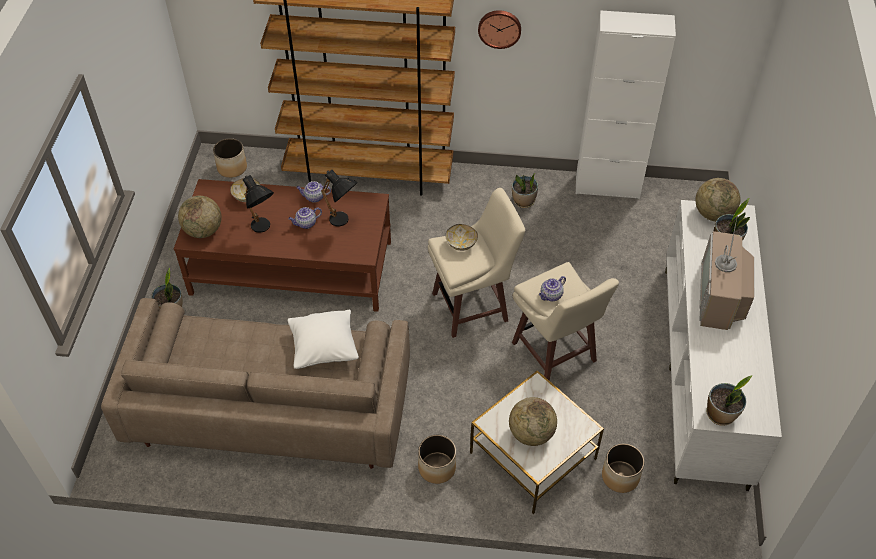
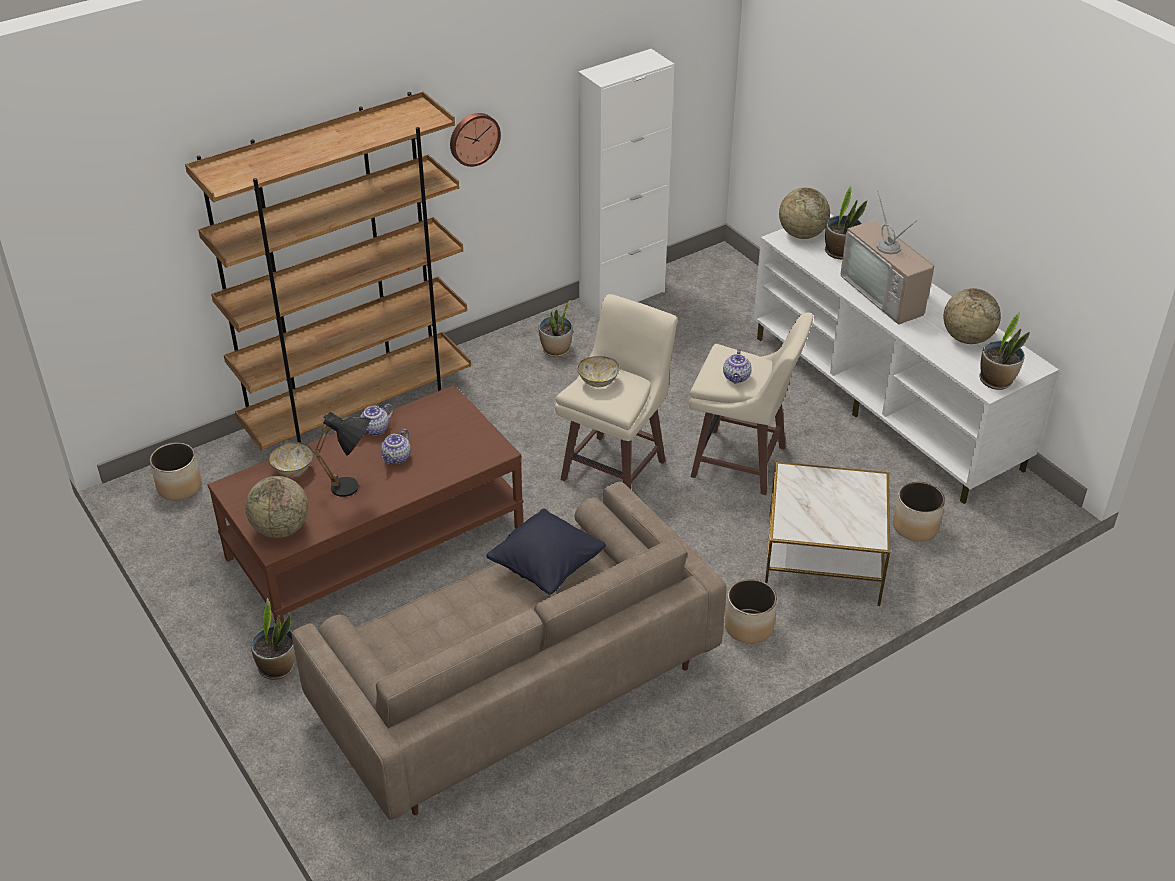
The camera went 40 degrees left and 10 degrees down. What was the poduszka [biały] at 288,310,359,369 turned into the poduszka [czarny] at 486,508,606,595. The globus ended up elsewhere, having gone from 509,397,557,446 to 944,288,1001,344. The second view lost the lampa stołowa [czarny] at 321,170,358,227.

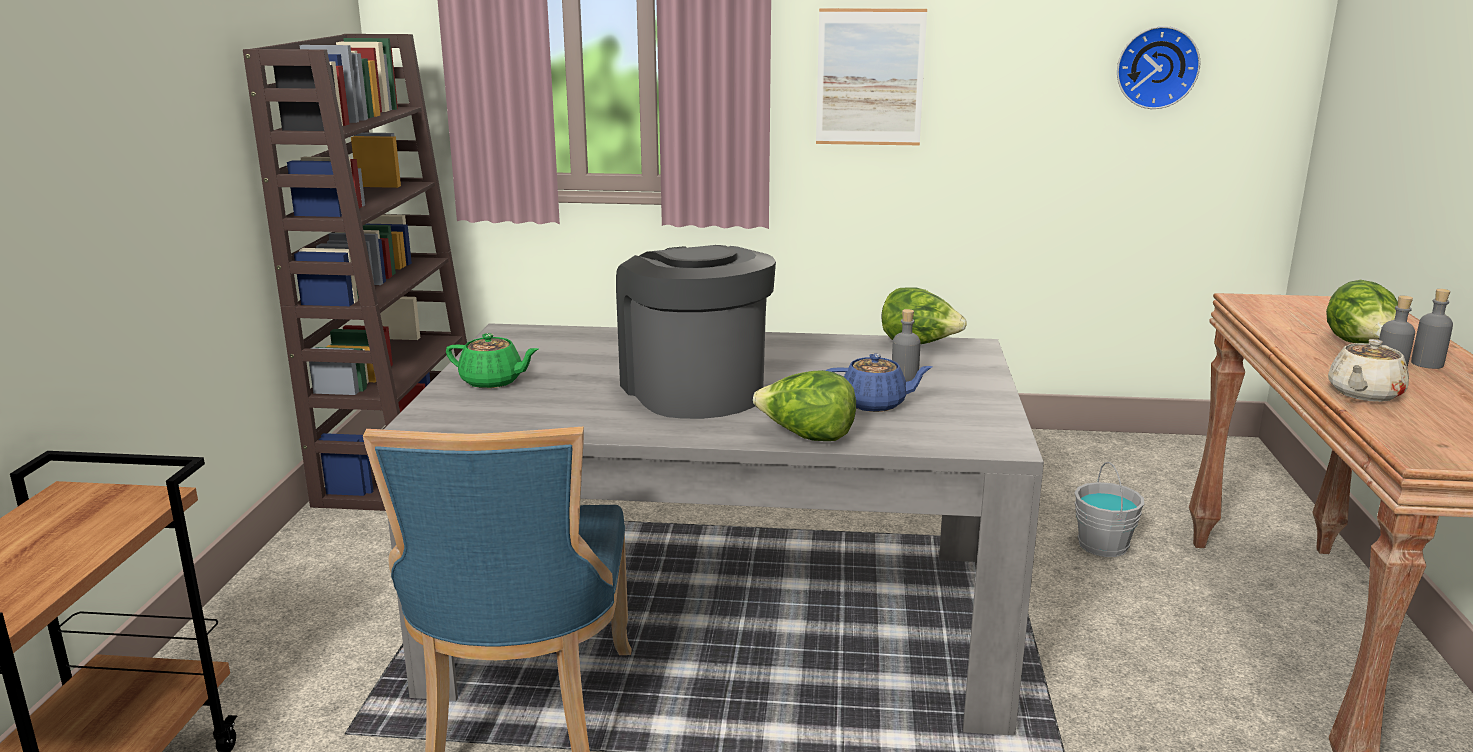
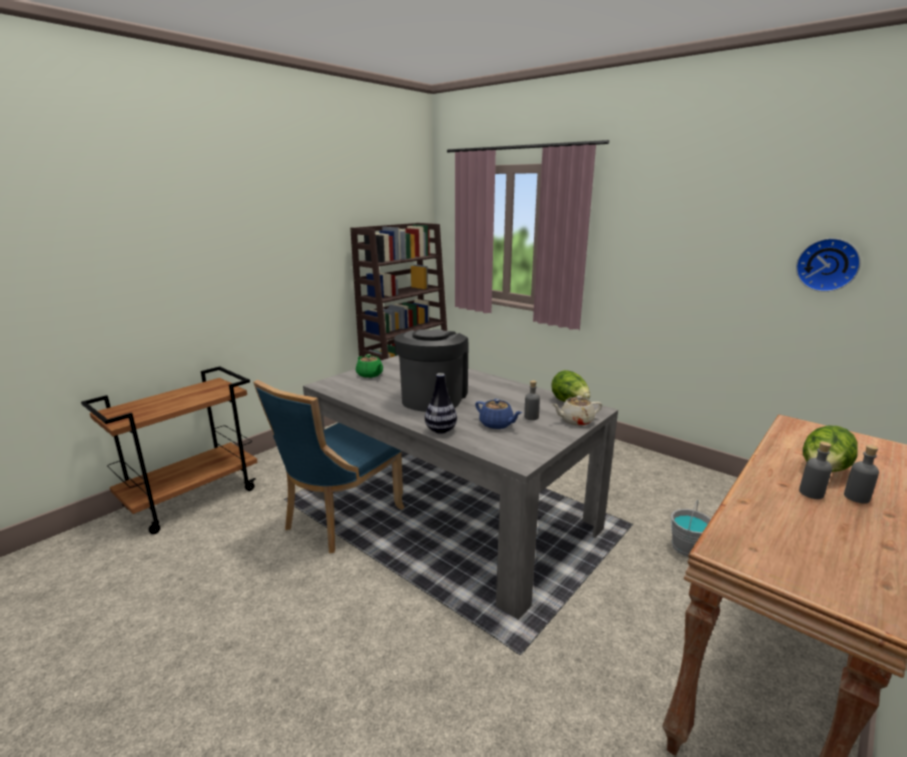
The camera went 35 degrees right and 0 degrees up. Where the sałata stood at 753,370,856,441, the wazon came to stand at 425,373,457,434. The imbryk [beżowy] ended up elsewhere, having gone from 1328,339,1409,402 to 552,396,602,426. The second view lost the obraz at 816,8,927,145.

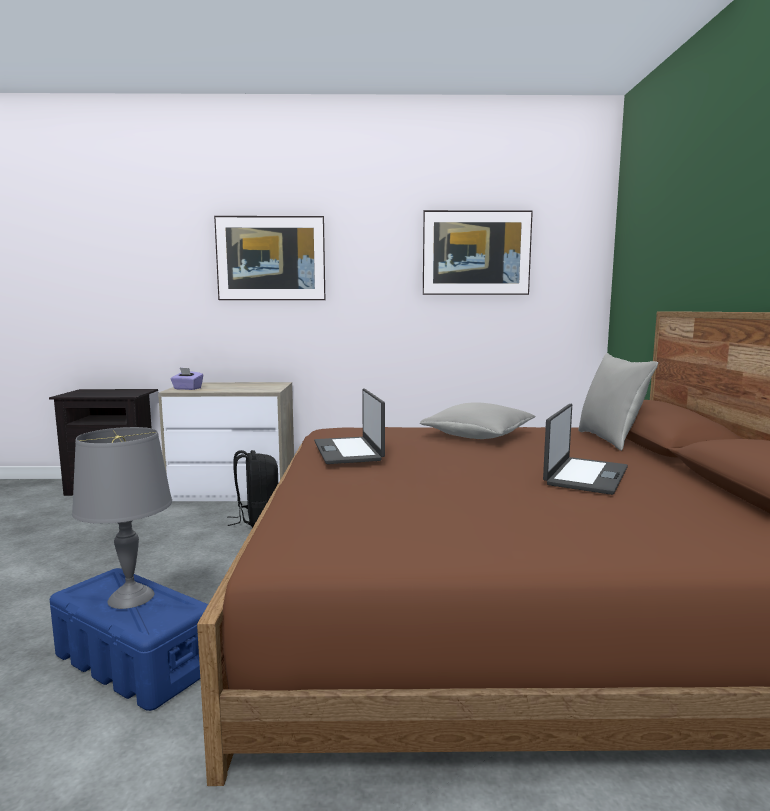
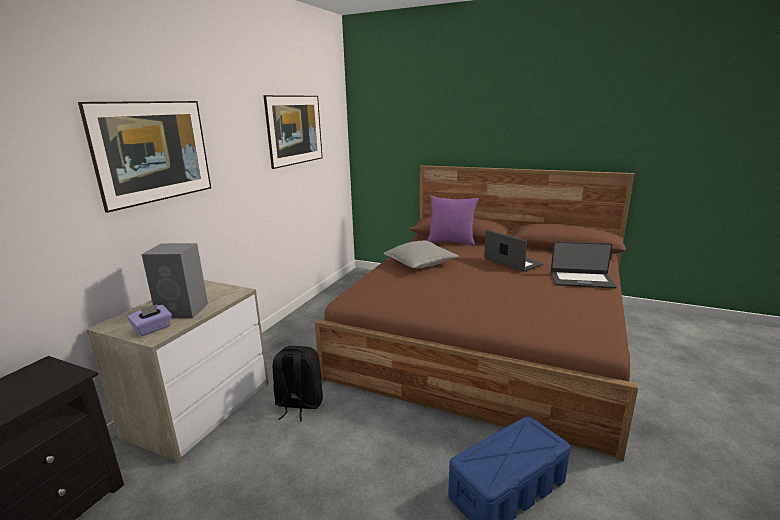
The camera went 65 degrees left and 10 degrees up. The second view gained the głośnik [szary] at 141,243,208,318. What was the poduszka [szary] at 578,353,658,451 turned into the poduszka [fioletowy] at 427,196,479,246. The laptop ended up elsewhere, having gone from 314,389,385,464 to 551,241,617,289. The second view lost the lampa stołowa [szary] at 72,427,172,609.

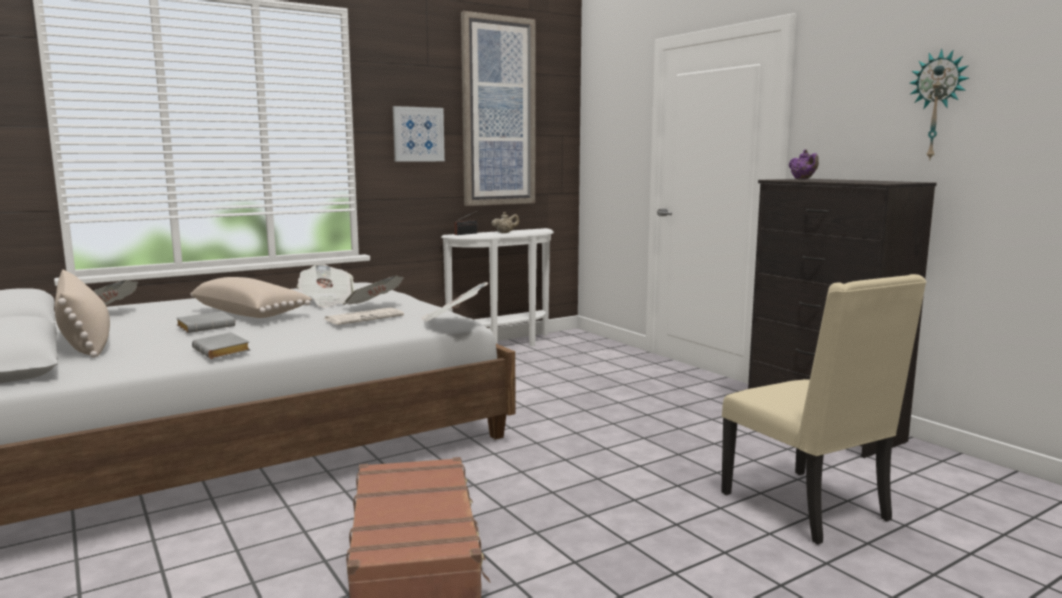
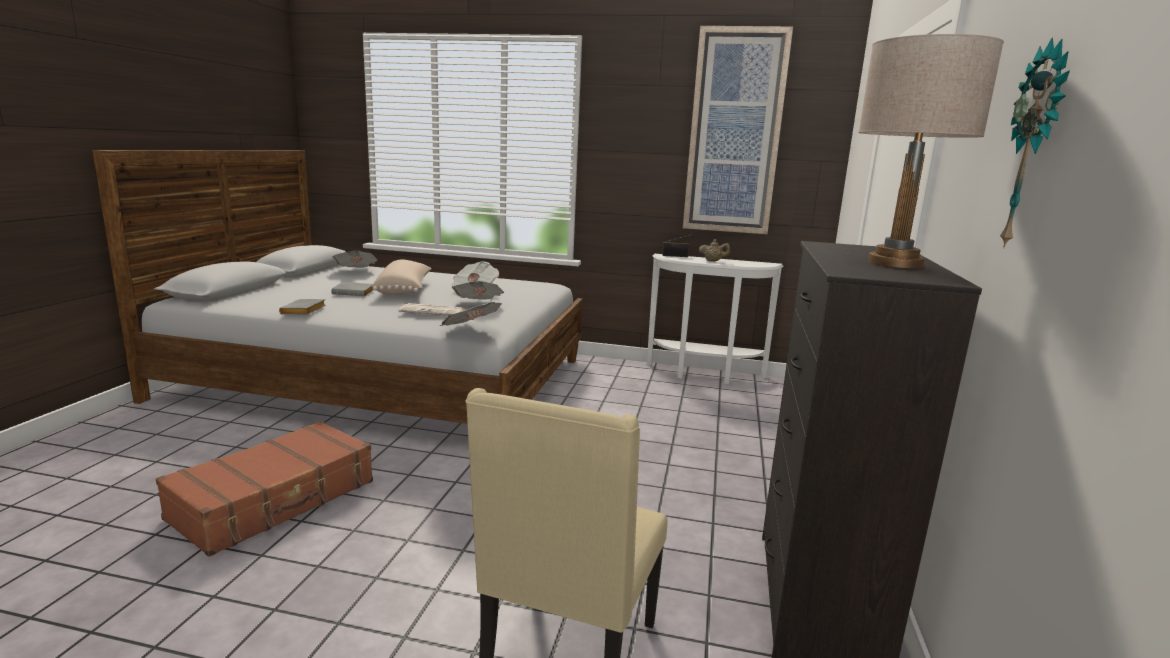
The camera went 45 degrees right and 5 degrees up. The second view gained the lampa stołowa [beżowy] at 858,34,1004,268. The second view lost the poduszka [beżowy] at 55,269,110,358. The second view lost the obraz at 393,106,445,162. The second view lost the imbryk [fioletowy] at 789,149,819,179.

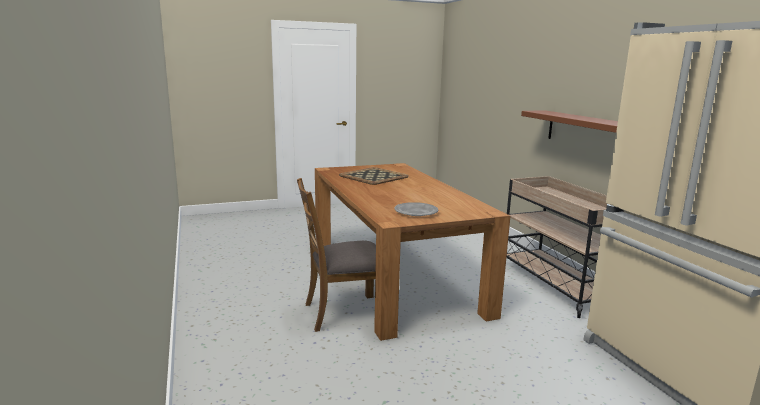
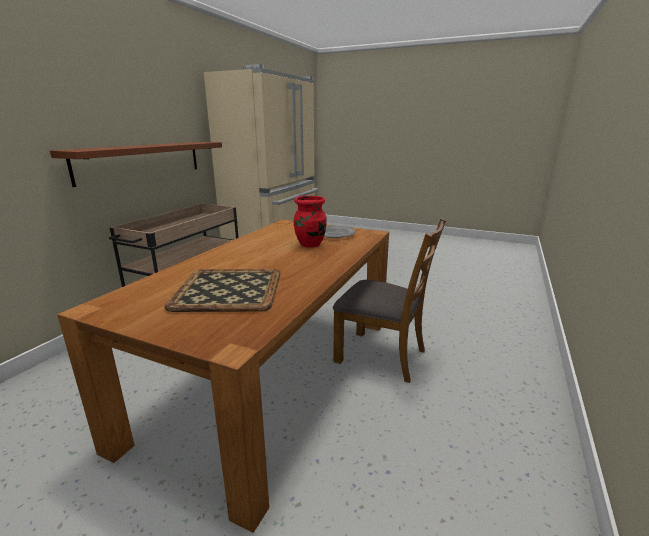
The camera went 135 degrees left and 5 degrees up. The second view gained the wazon [czerwony] at 294,196,327,248.

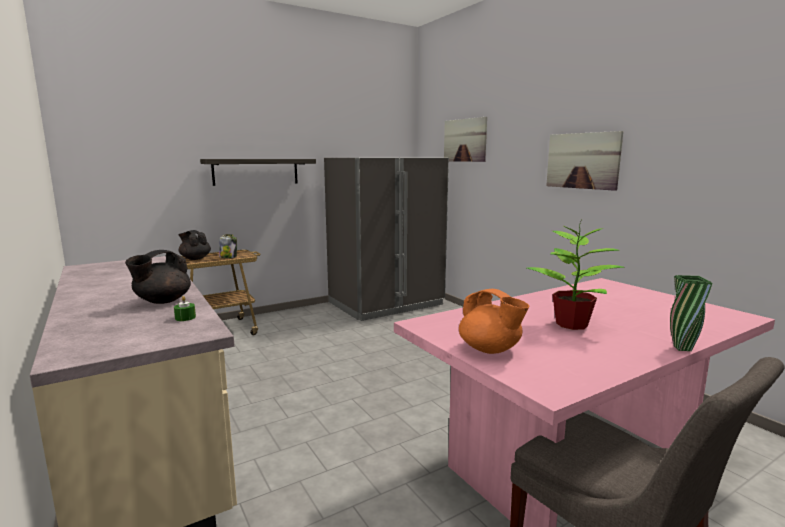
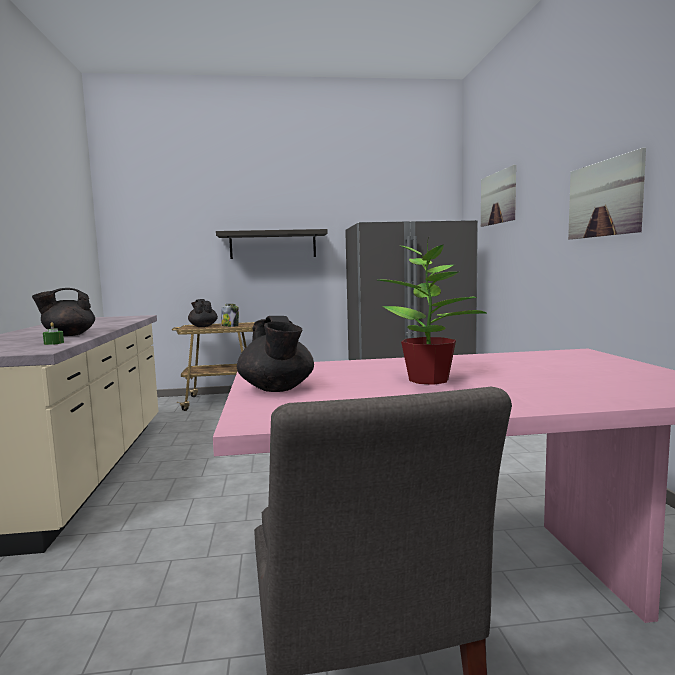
The camera went 25 degrees right and 5 degrees down. What was the imbryk [pomarańczowy] at 459,289,530,354 turned into the imbryk [czarny] at 237,316,314,392. The second view lost the wazon [zielony] at 670,275,712,351.

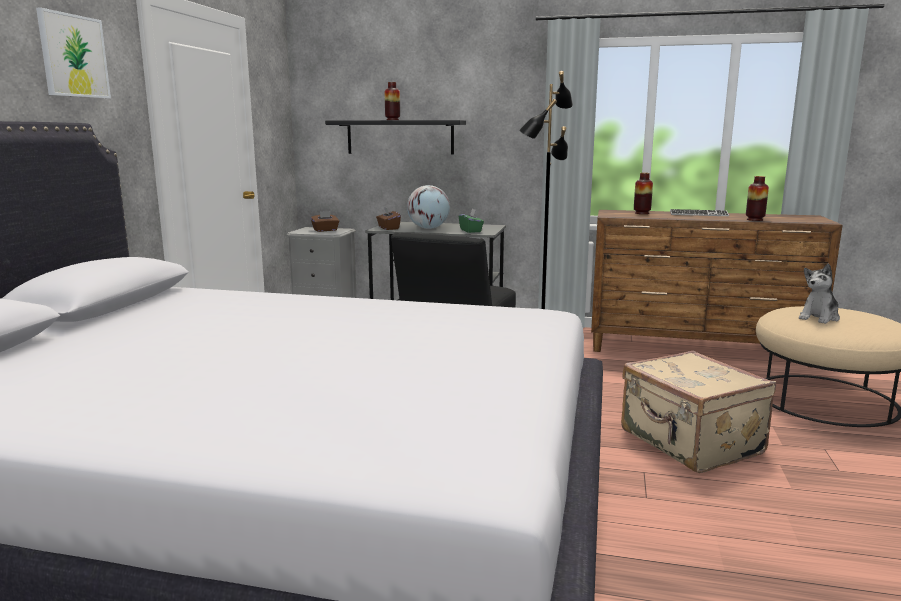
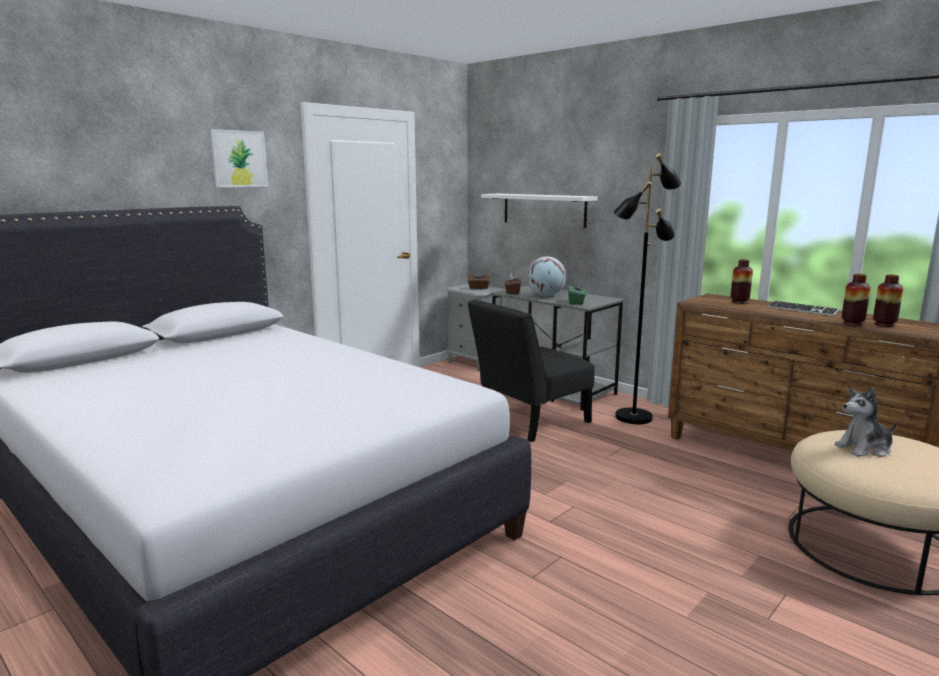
The camera went 30 degrees right and 0 degrees up. What was the półka [czarny] at 325,120,466,155 turned into the półka [biały] at 481,194,598,228. The wazon ended up elsewhere, having gone from 385,82,400,120 to 873,274,903,327. The second view lost the walizka [beżowy] at 621,351,776,473.

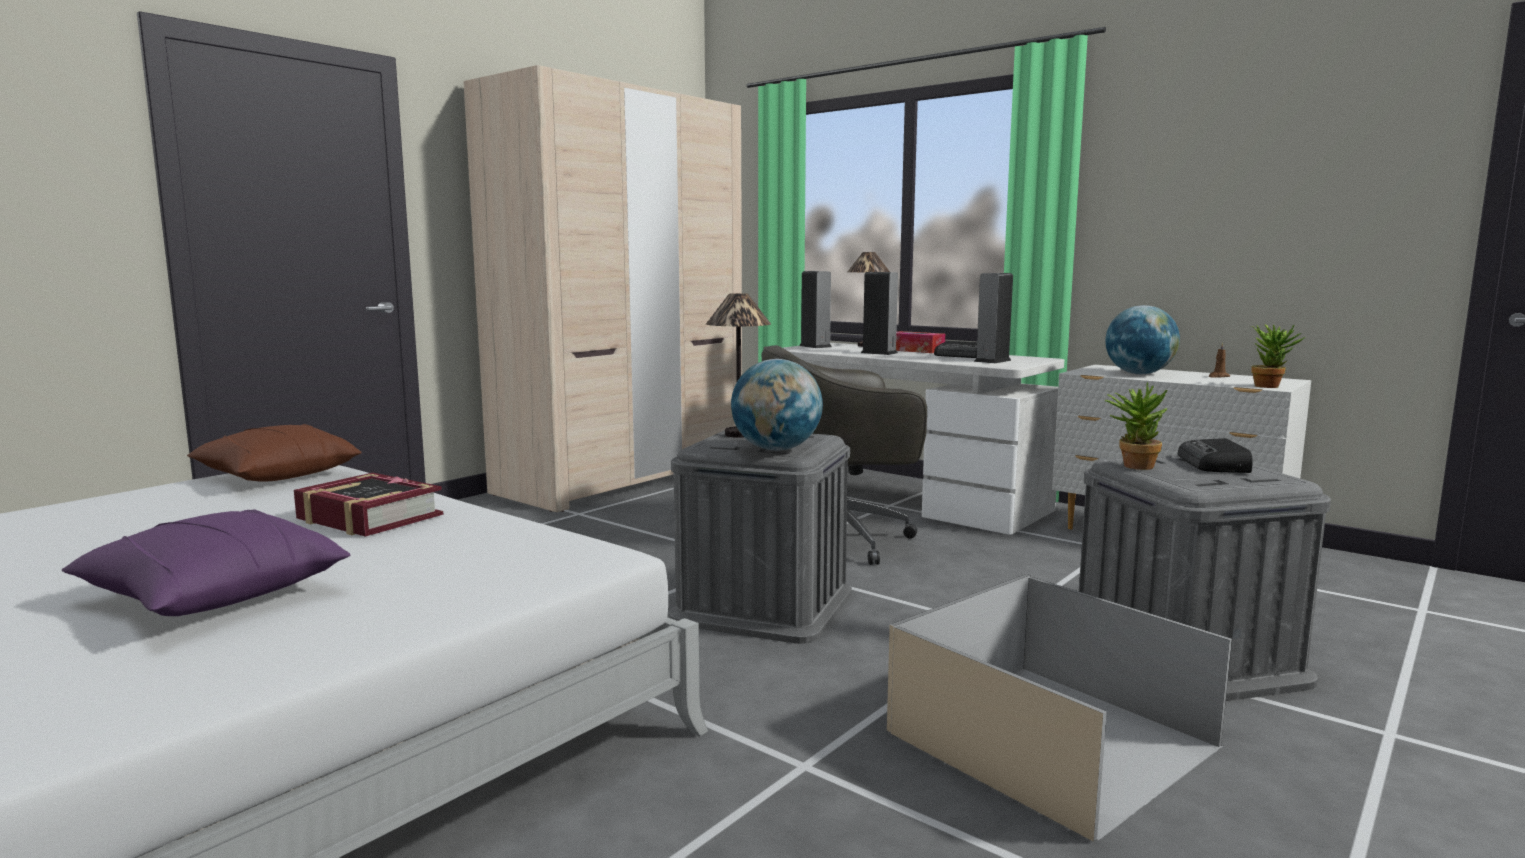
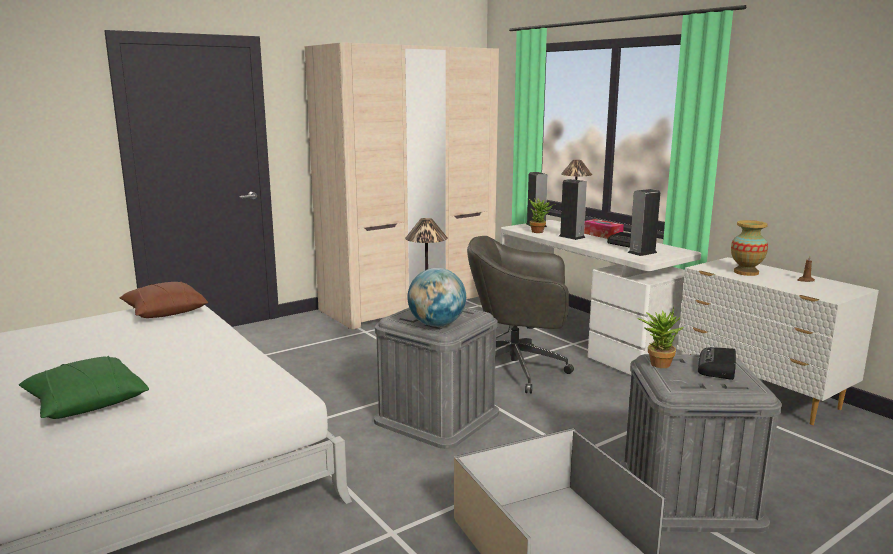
The camera went 15 degrees right and 5 degrees up. What was the poduszka [fioletowy] at 62,509,350,616 turned into the poduszka [zielony] at 19,356,149,419. The roślina doniczkowa ended up elsewhere, having gone from 1251,324,1306,388 to 529,198,555,233. Where the globus stood at 1105,305,1180,374, the wazon came to stand at 731,220,768,276. The second view lost the książka at 294,473,444,537.

